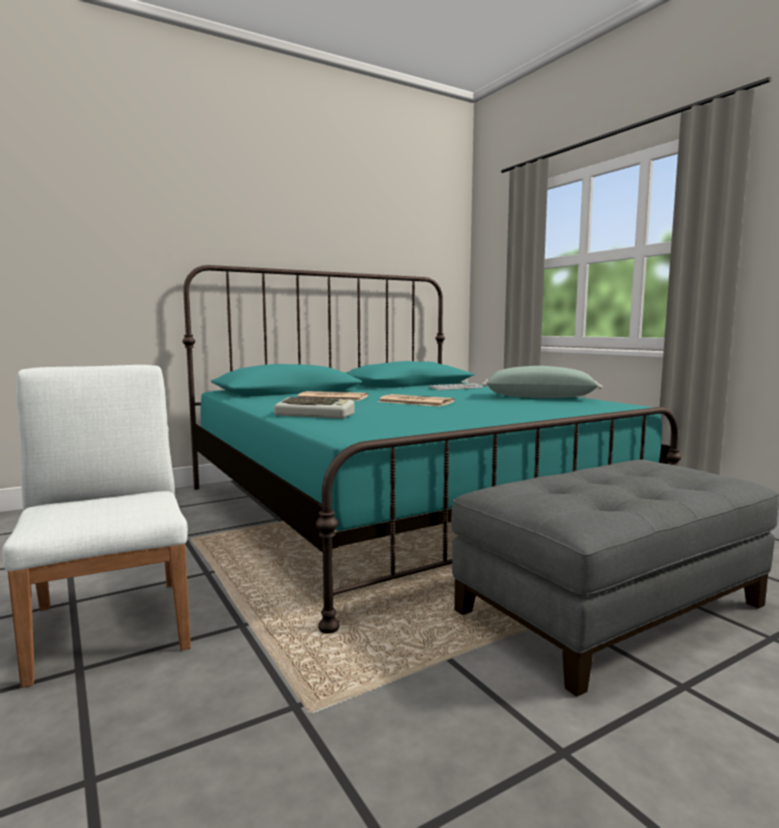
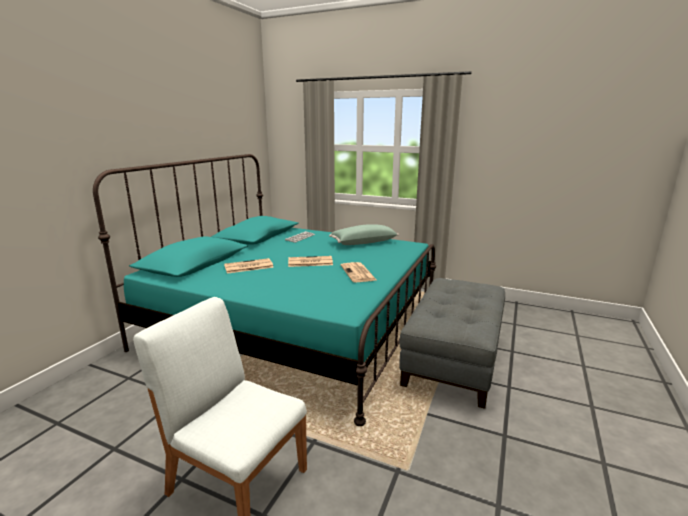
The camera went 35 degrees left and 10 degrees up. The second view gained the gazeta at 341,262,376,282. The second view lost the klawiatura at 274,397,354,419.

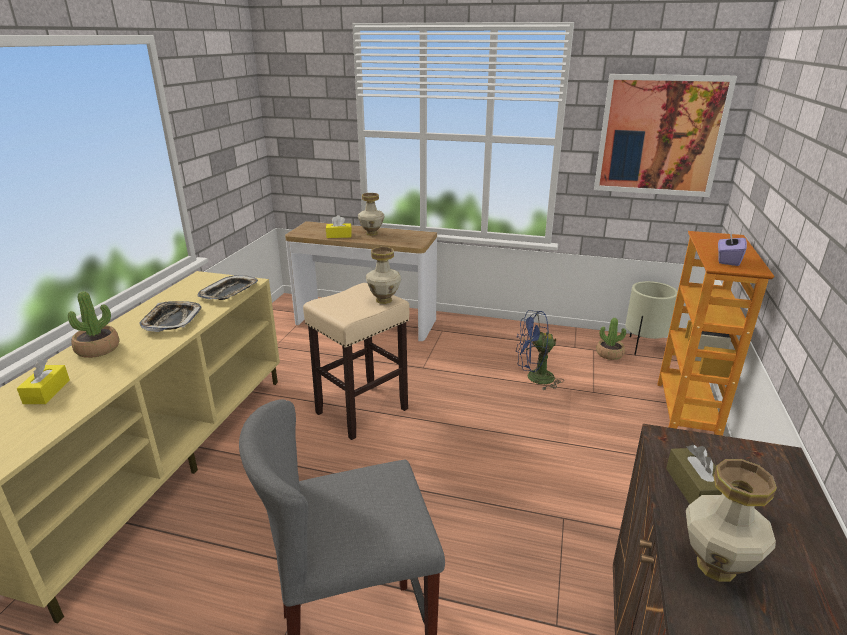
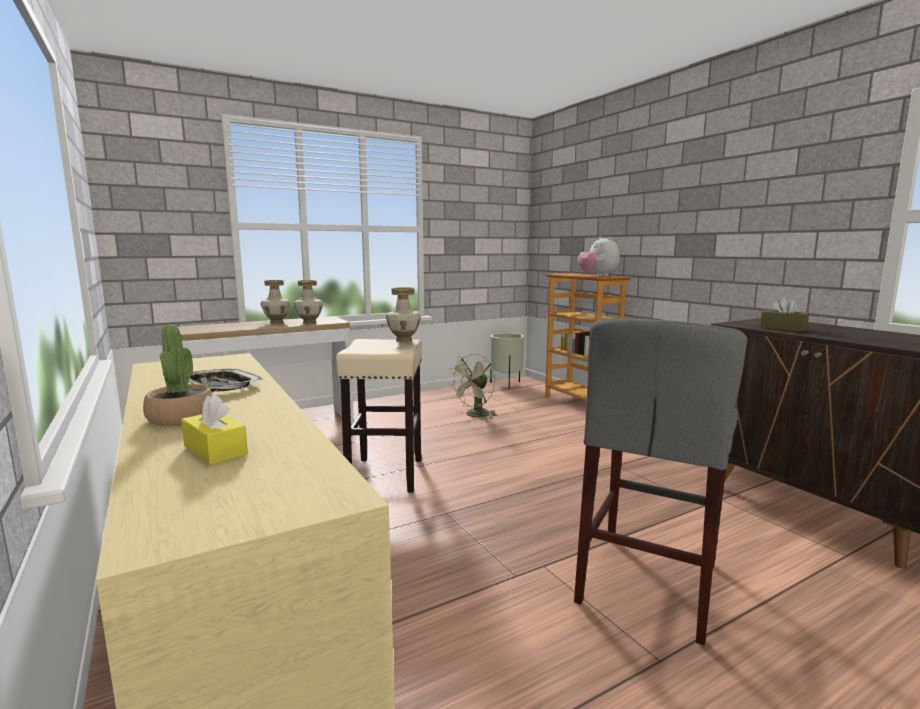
The camera went 45 degrees left and 15 degrees down. The wazon ended up elsewhere, having gone from 686,459,777,582 to 294,280,323,324. What was the wentylator [niebieski] at 516,310,564,390 turned into the wentylator [zielony] at 448,354,496,419. Where the pudełko chusteczek [fioletowy] stood at 718,231,747,266, the pluszak came to stand at 578,237,620,276. The second view lost the taca at 198,275,258,300. The second view lost the pudełko chusteczek [żółty] at 326,215,352,238. The second view lost the obraz at 594,74,737,197. The second view lost the roślina doniczkowa at 596,318,626,360.

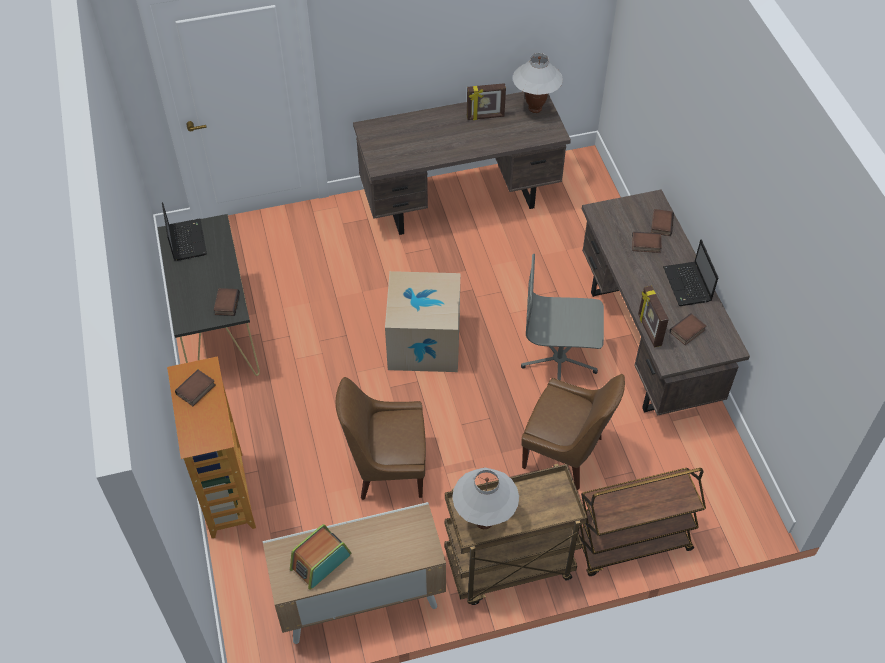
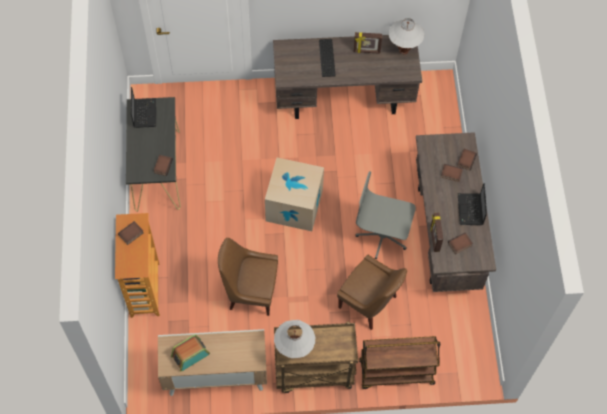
The camera went 10 degrees right and 10 degrees up. The second view gained the klawiatura at 319,39,336,77.

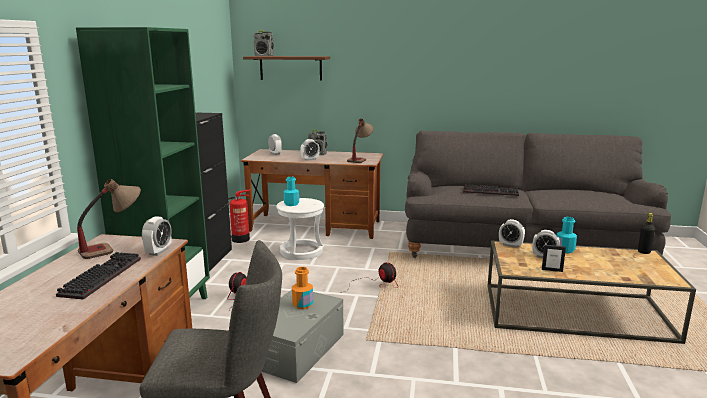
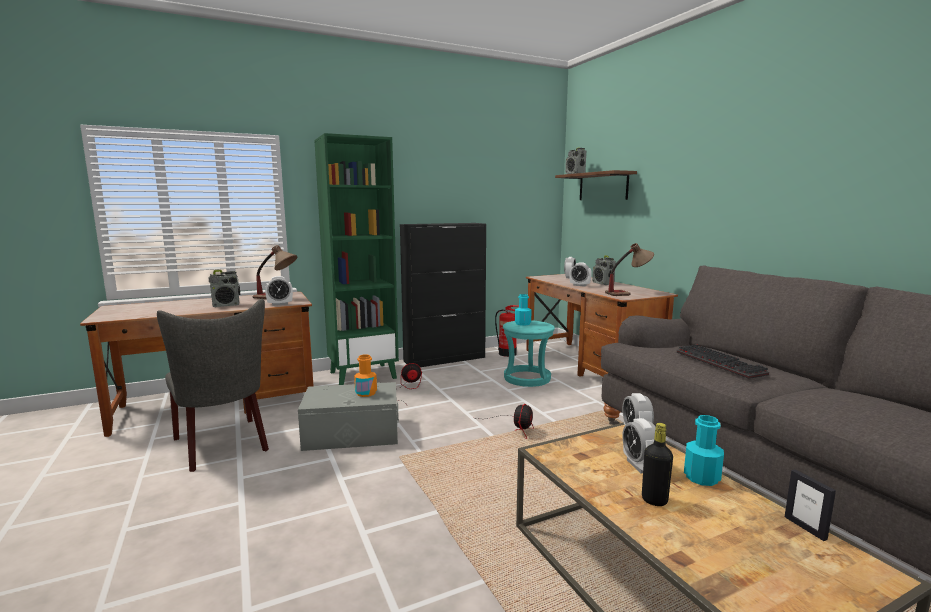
The camera went 55 degrees right and 5 degrees down. Where the klawiatura stood at 56,252,141,300, the radio came to stand at 209,270,240,307. What was the stołek [biały] at 276,198,324,260 turned into the stołek [turkusowy] at 503,320,555,387. The butelka [czarny] ended up elsewhere, having gone from 638,213,655,254 to 642,423,673,506. The ramka na zdjęcie ended up elsewhere, having gone from 542,245,566,272 to 785,469,836,541.

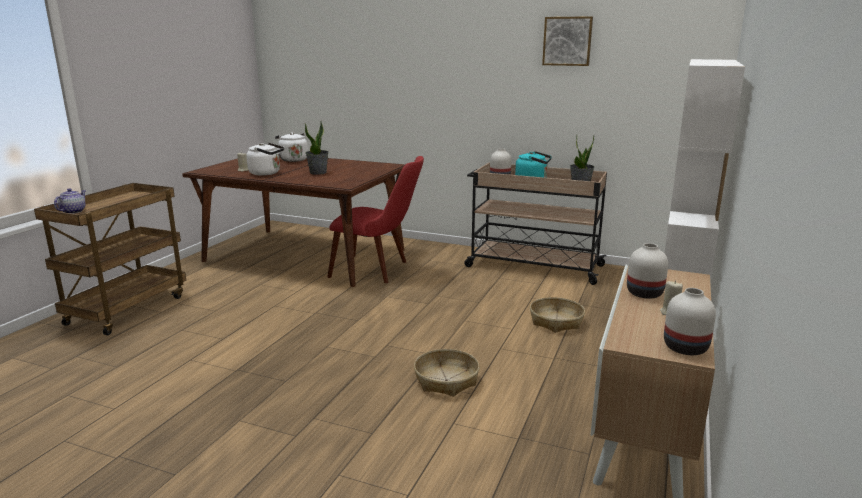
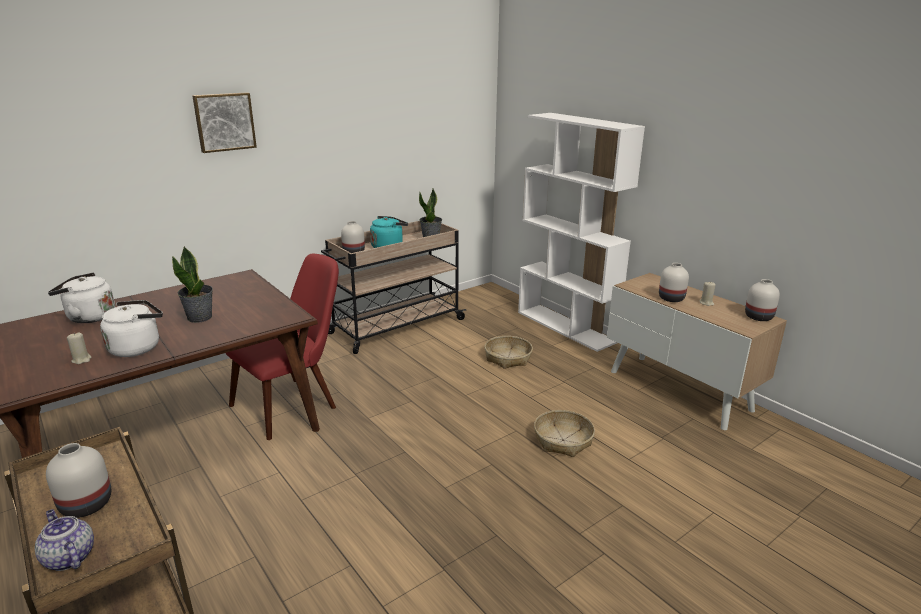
The camera went 60 degrees left and 5 degrees up. The second view gained the wazon [biały] at 46,443,111,518. The obraz ended up elsewhere, having gone from 542,16,593,66 to 192,92,257,153.

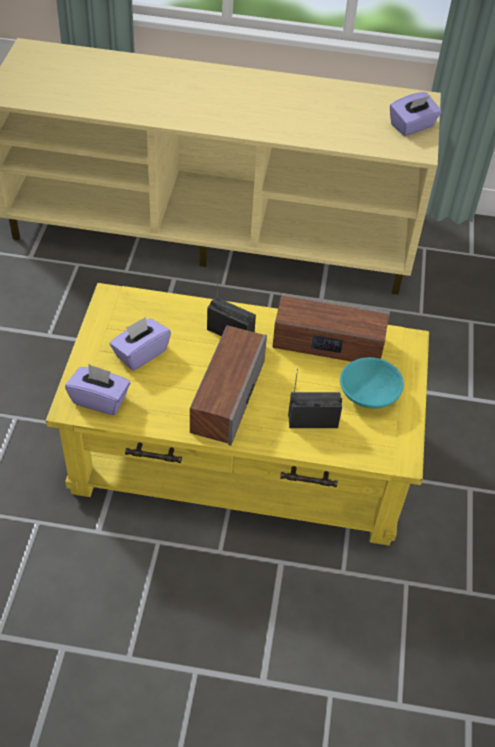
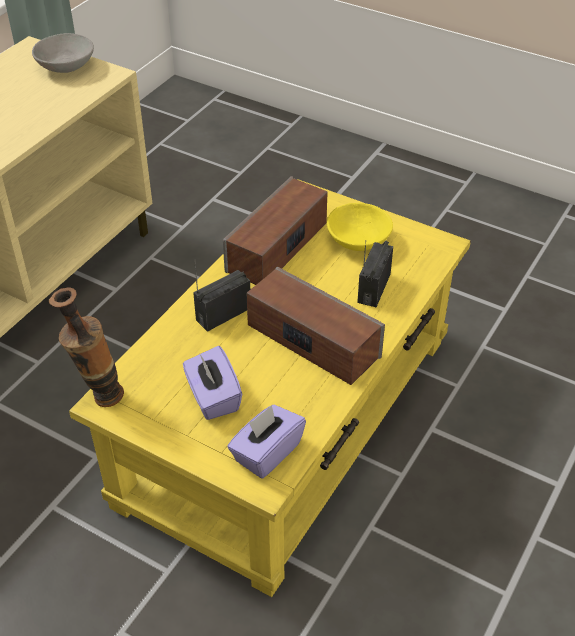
The camera went 65 degrees left and 5 degrees down. Where the pudełko chusteczek [fioletowy] stood at 390,92,442,136, the miska [szary] came to stand at 32,33,94,73. The second view gained the wazon at 49,287,124,407. What was the miska [turkusowy] at 340,357,404,409 turned into the miska [żółty] at 327,203,393,251.

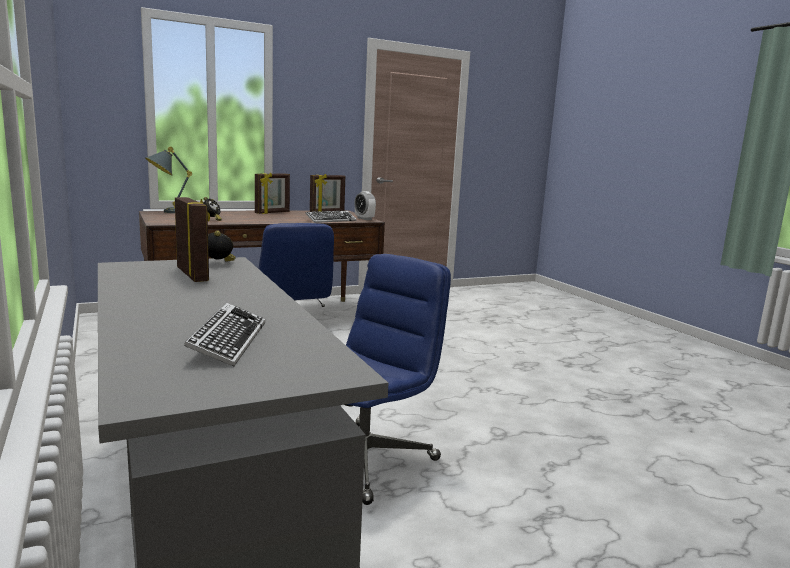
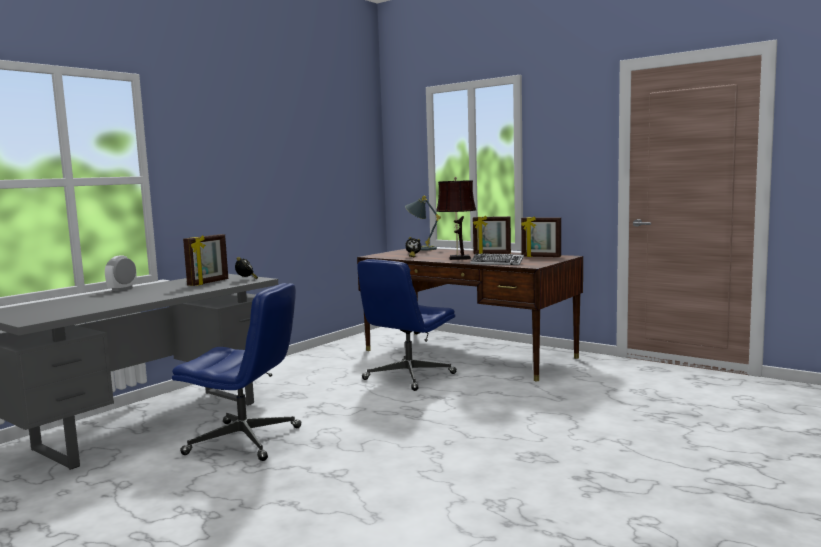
The camera went 65 degrees right and 5 degrees down. The budzik ended up elsewhere, having gone from 354,191,376,220 to 105,256,137,291. The second view gained the lampa stołowa [brązowy] at 436,177,476,260. The second view lost the klawiatura at 184,303,265,367.

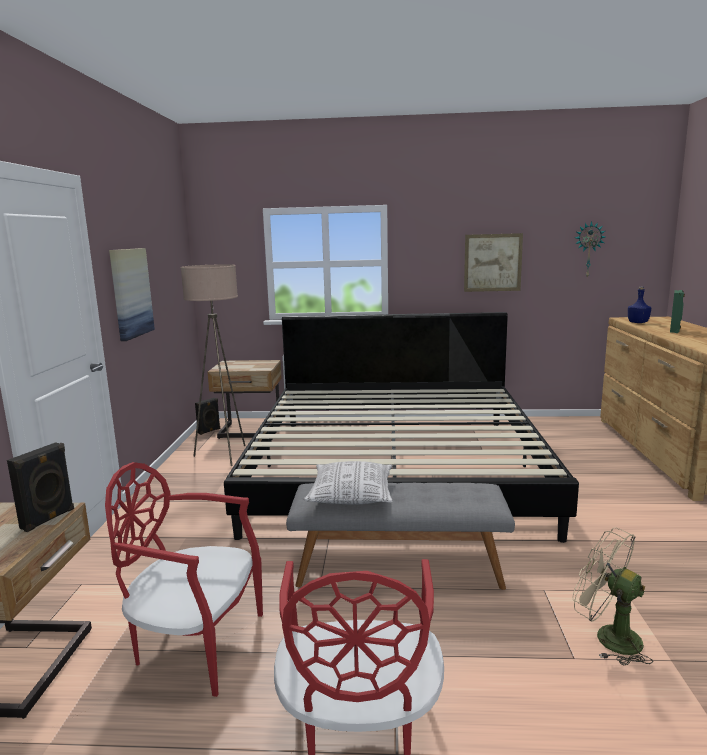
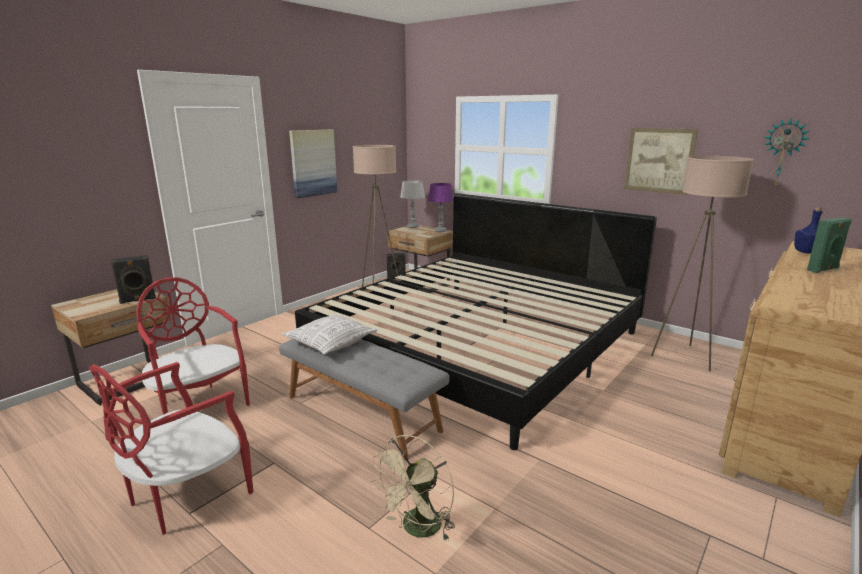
The camera went 35 degrees right and 5 degrees up. The wentylator [beżowy] at 572,527,653,665 ended up facing another way, 135 degrees counterclockwise from before. The second view gained the lampa stołowa [szary] at 400,180,425,228. The second view gained the lampa stołowa [fioletowy] at 428,183,453,232. The second view gained the lampa stojąca [beżowy] at 651,156,754,371.

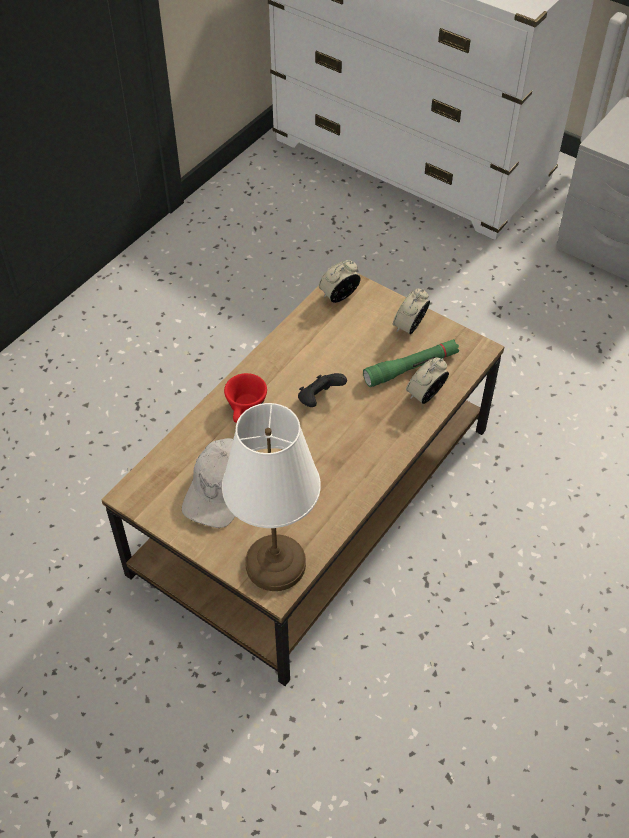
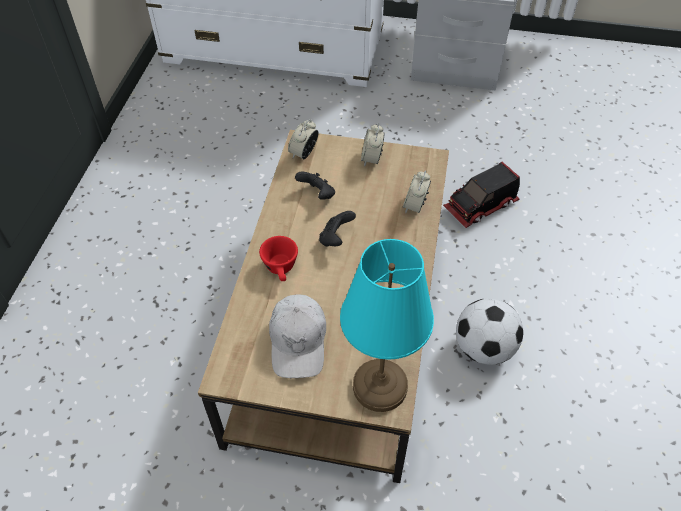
The camera went 25 degrees left and 0 degrees up. The second view gained the pad do gier [czarny] at 295,172,335,200. What was the lampa stołowa [biały] at 222,403,321,591 turned into the lampa stołowa [turkusowy] at 340,239,434,412. The second view gained the ciężarówka zabawkowa at 443,162,520,228. The second view gained the piłka futbolowa at 456,298,523,365. The second view lost the latarka [zielony] at 363,339,459,387.

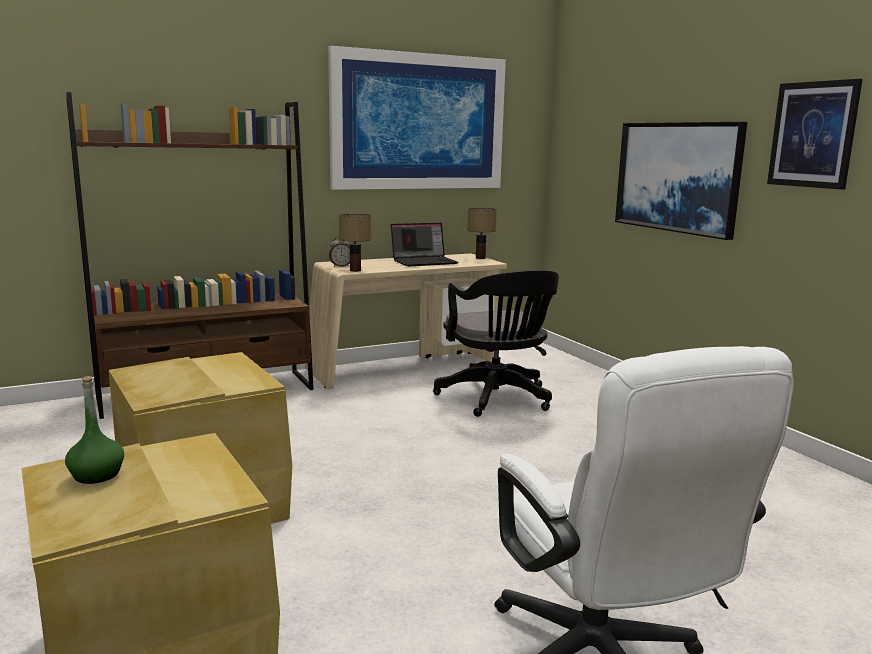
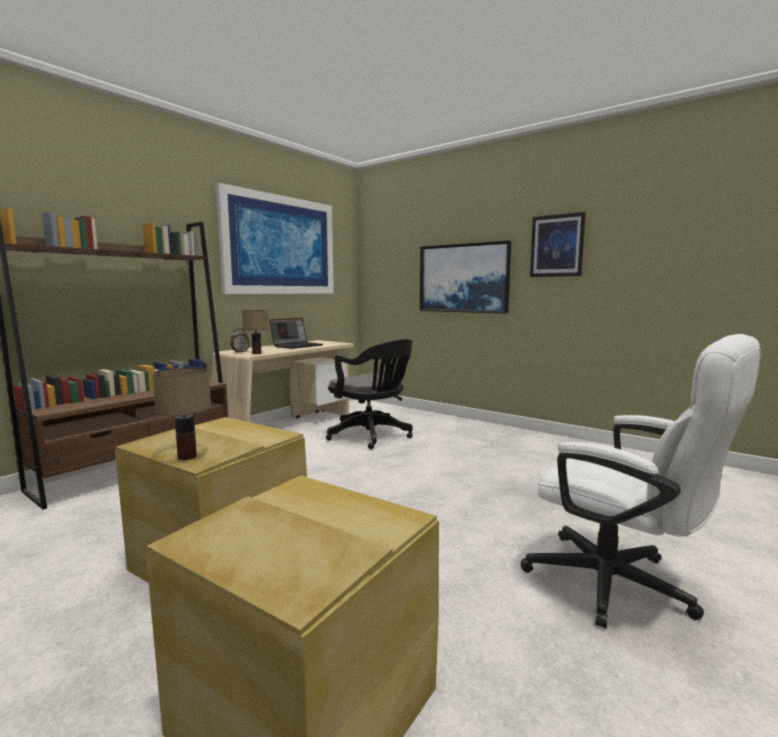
The camera went 25 degrees left and 5 degrees down. The lampa stołowa ended up elsewhere, having gone from 467,208,497,259 to 152,367,211,460. The second view lost the butelka [zielony] at 65,376,124,484.

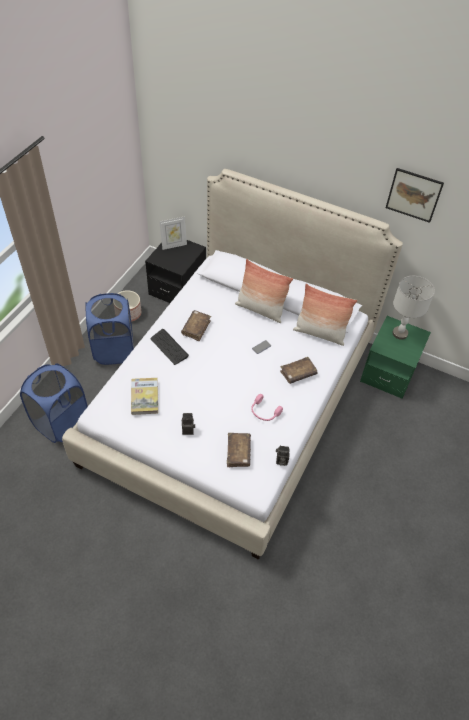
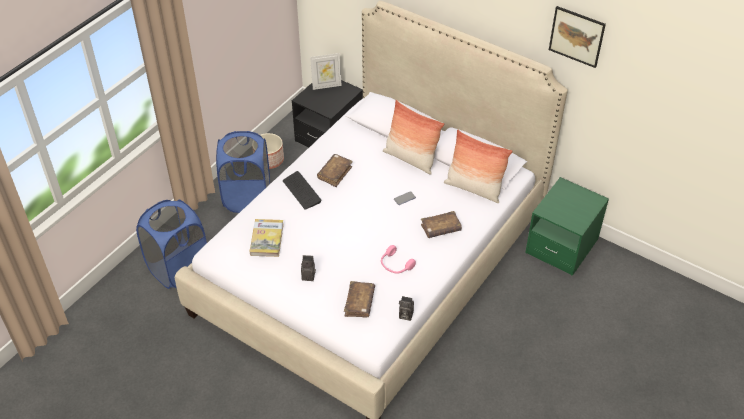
The camera went 10 degrees right and 5 degrees down. The second view lost the lampa stołowa [szary] at 392,276,435,340.

